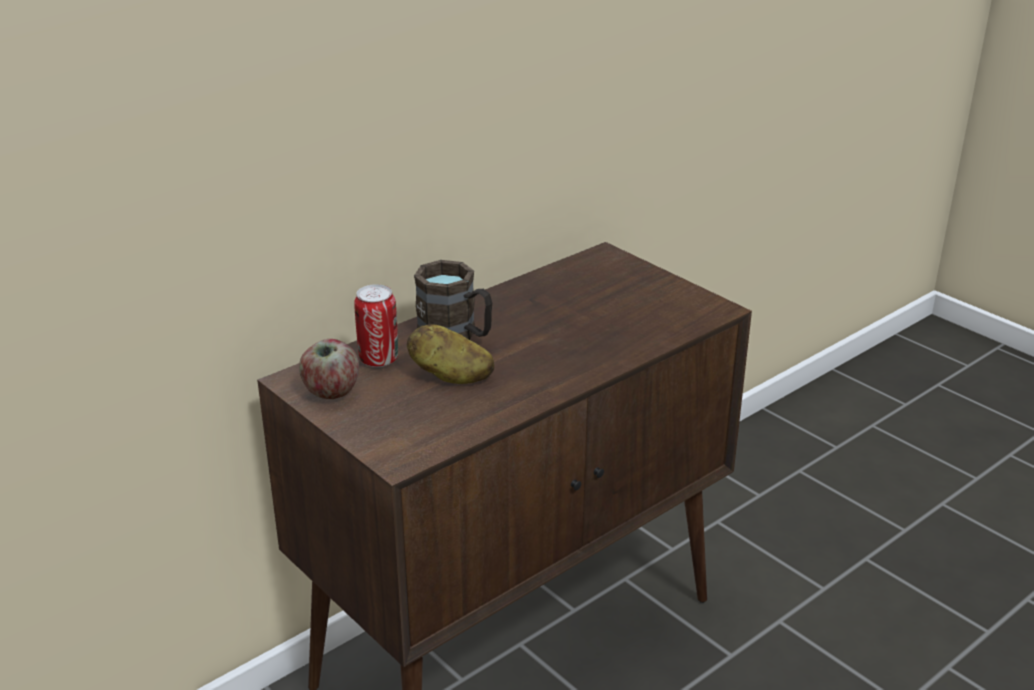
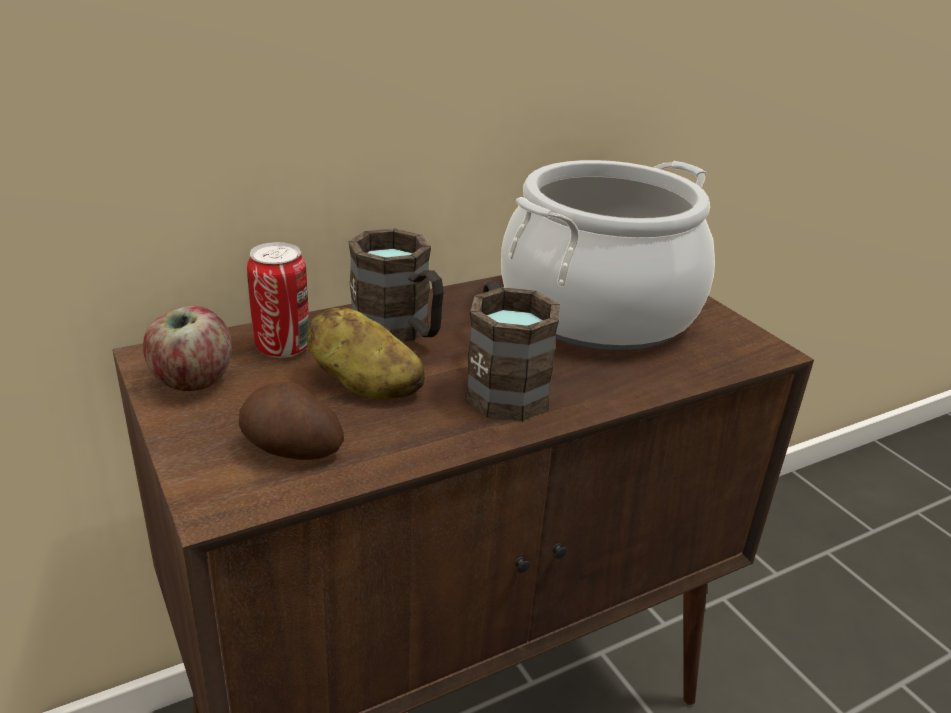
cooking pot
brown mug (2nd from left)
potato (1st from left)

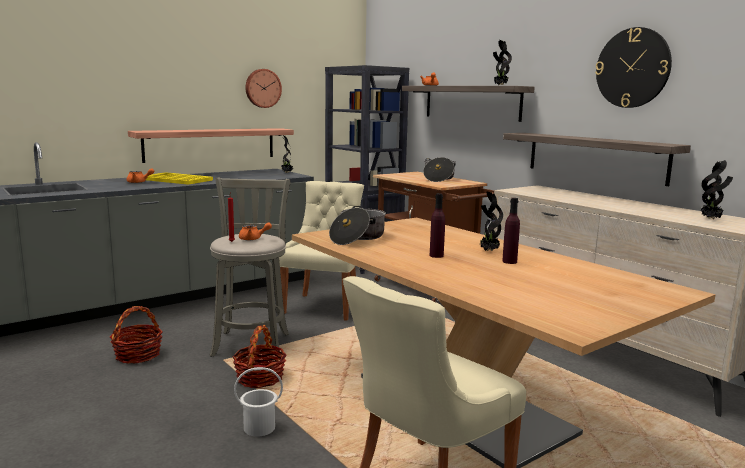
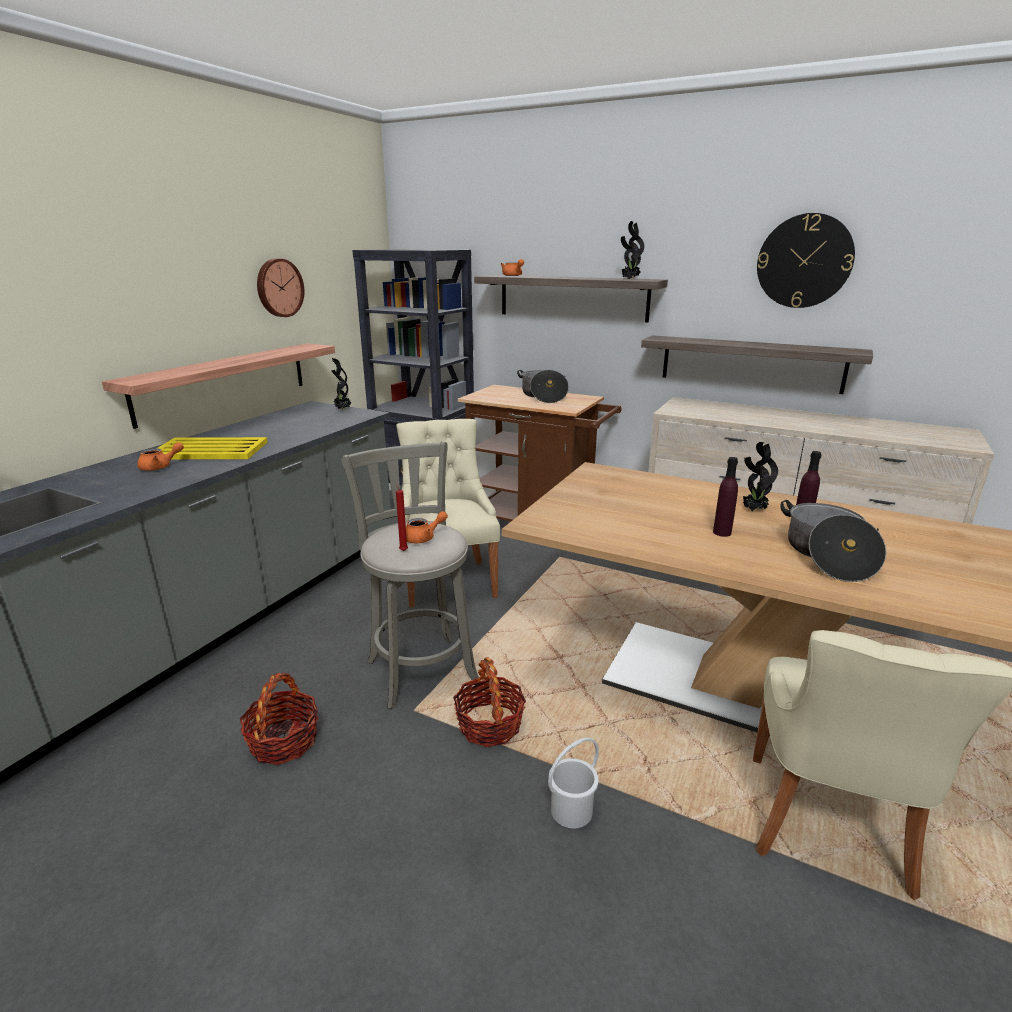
potted plant (4th from left in the first image)
cooking pot (2nd from left)

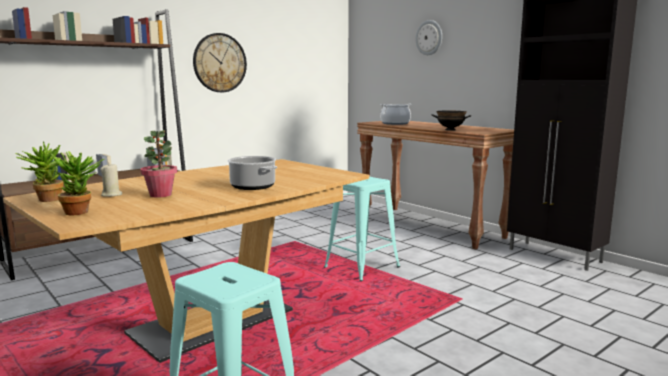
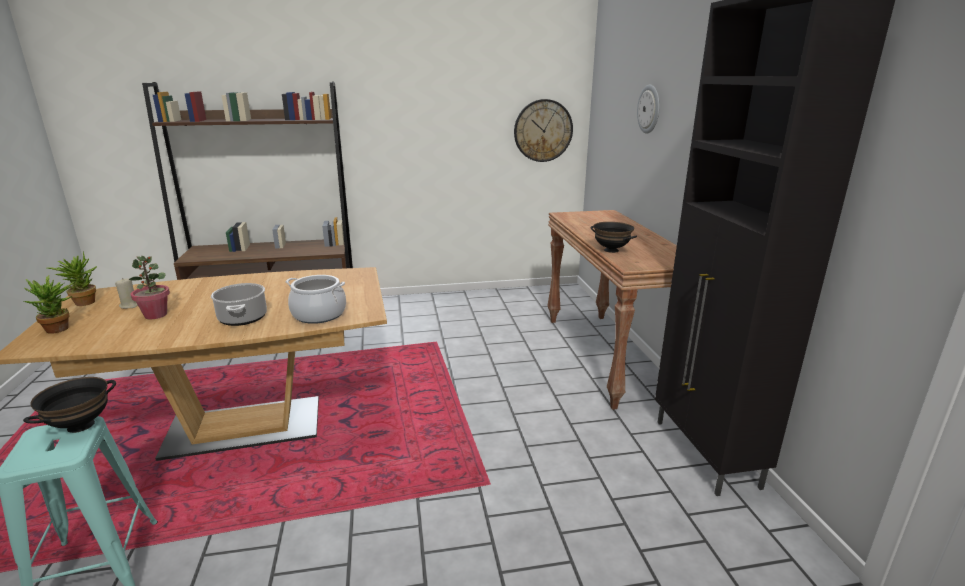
wall clock (1st from left)
cooking pot (2nd from left)
turquoise stool (2nd from left in the first image)
black bowl (1st from left)

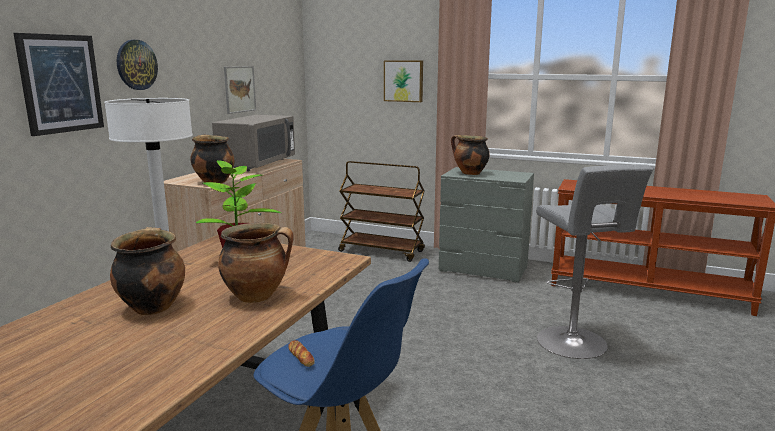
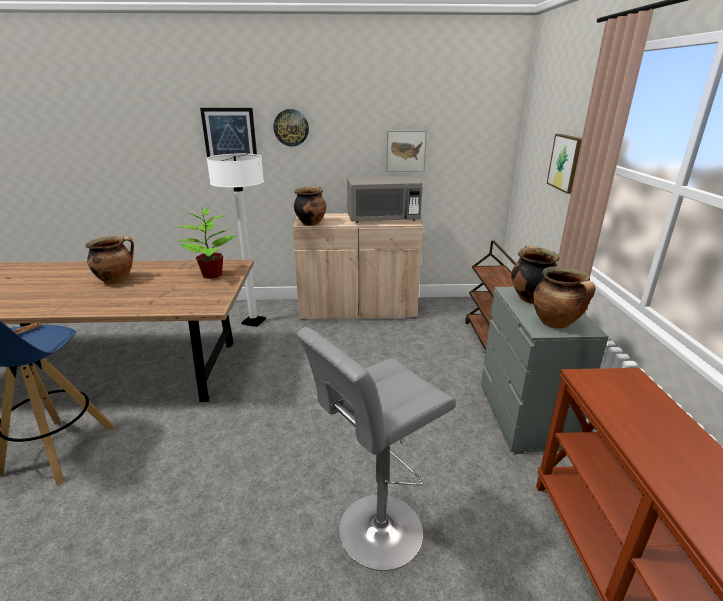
cooking pot (4th from left)

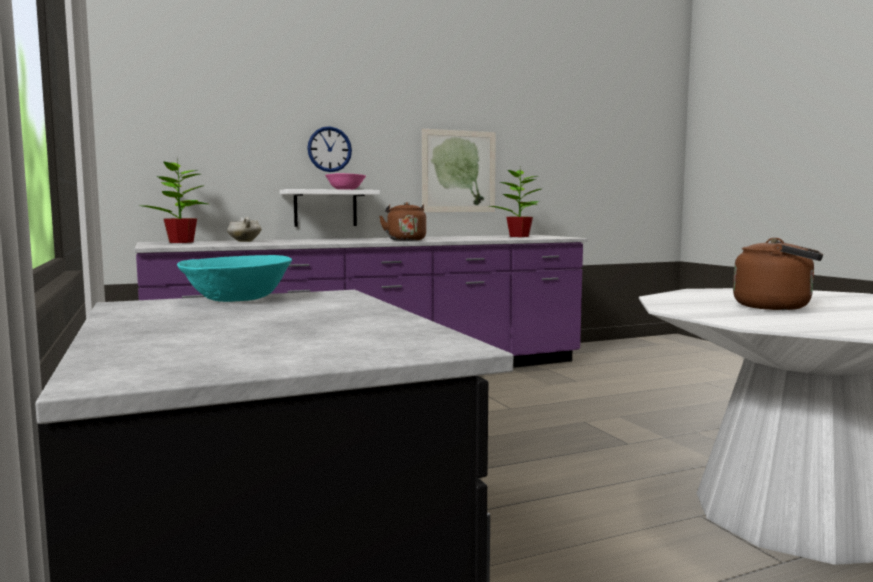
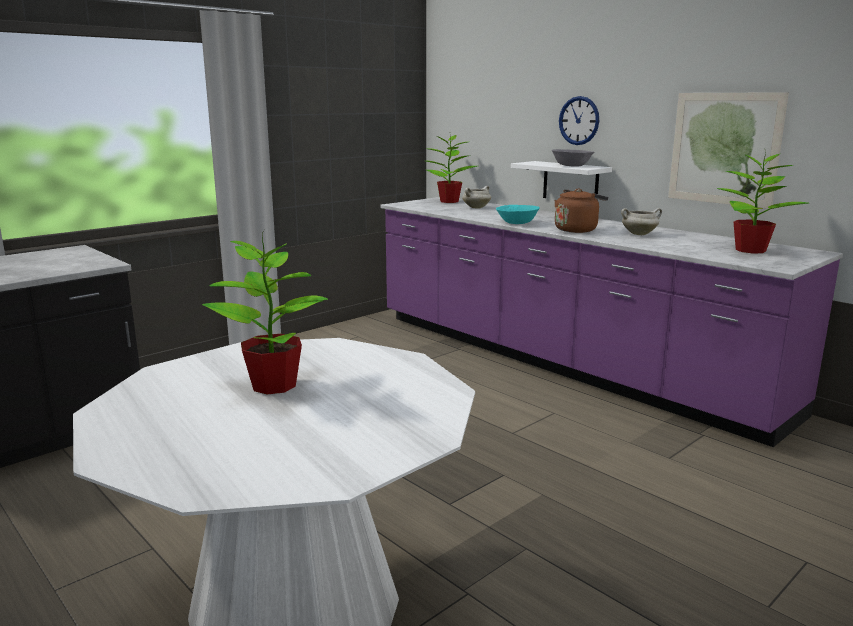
grey bowl
potted plant (1st from left)
turquoise bowl
white cooking pot (2nd from left)

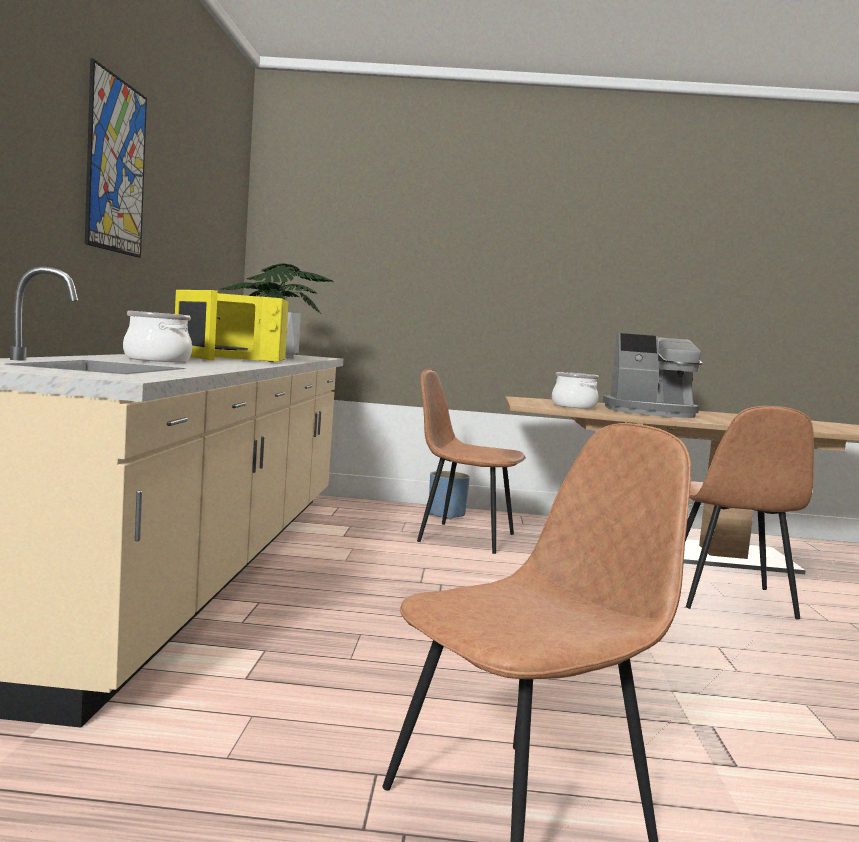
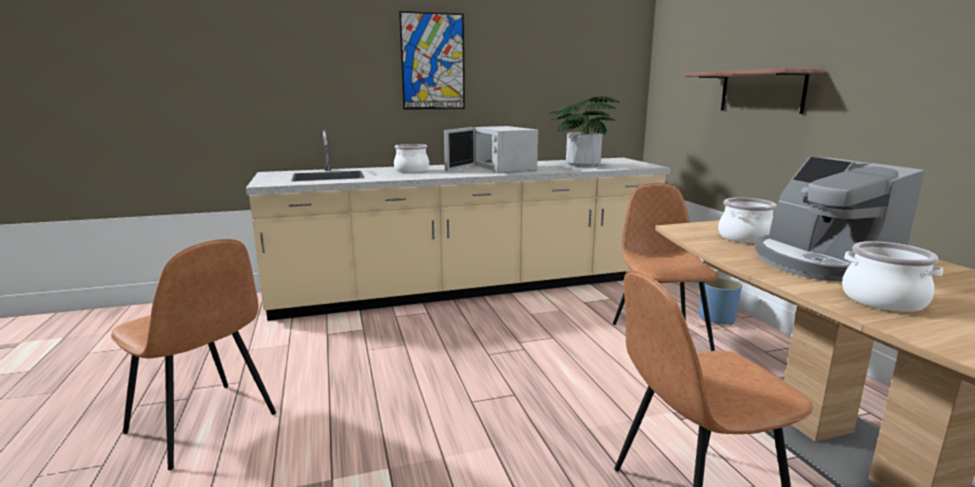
white microwave
shelf
cooking pot (3rd from left)

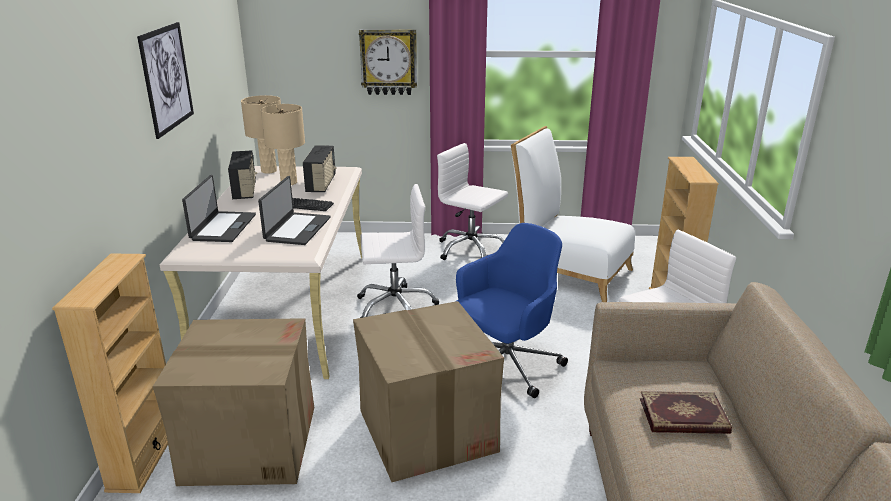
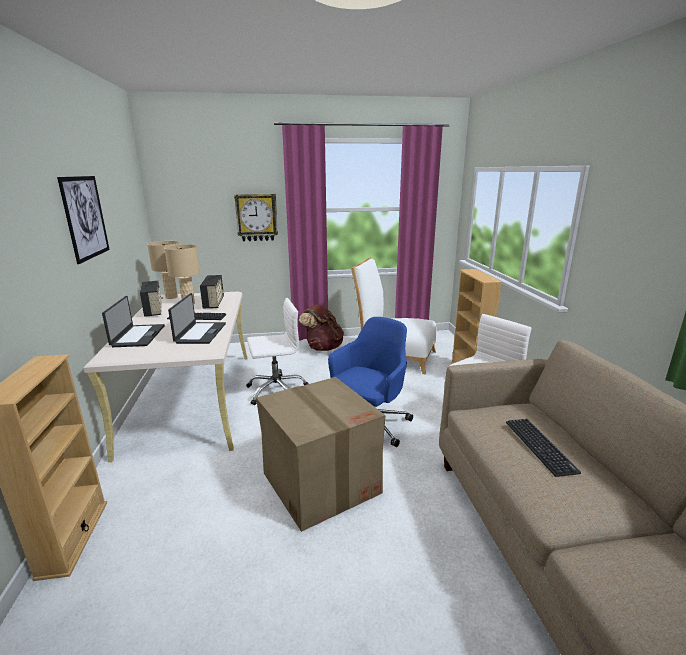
brown backpack
cardboard box (1st from left in the first image)
keyboard (2nd from left)

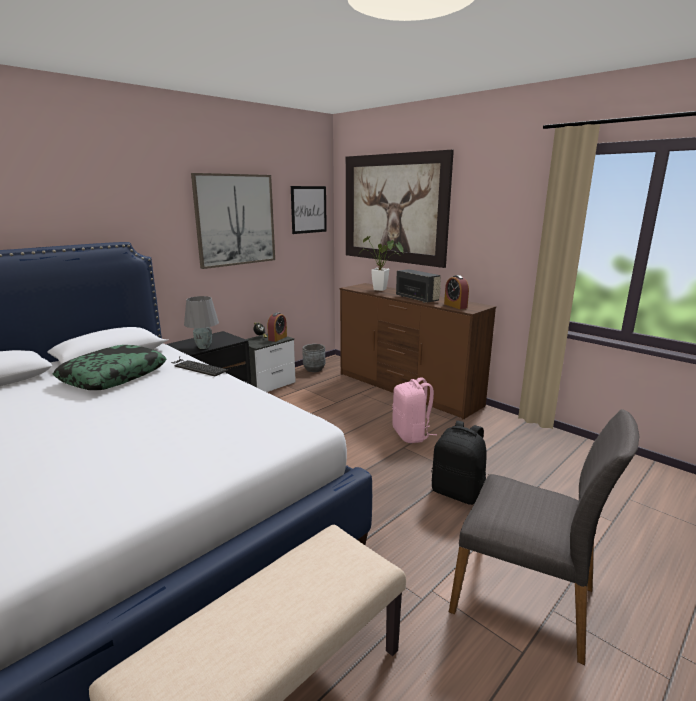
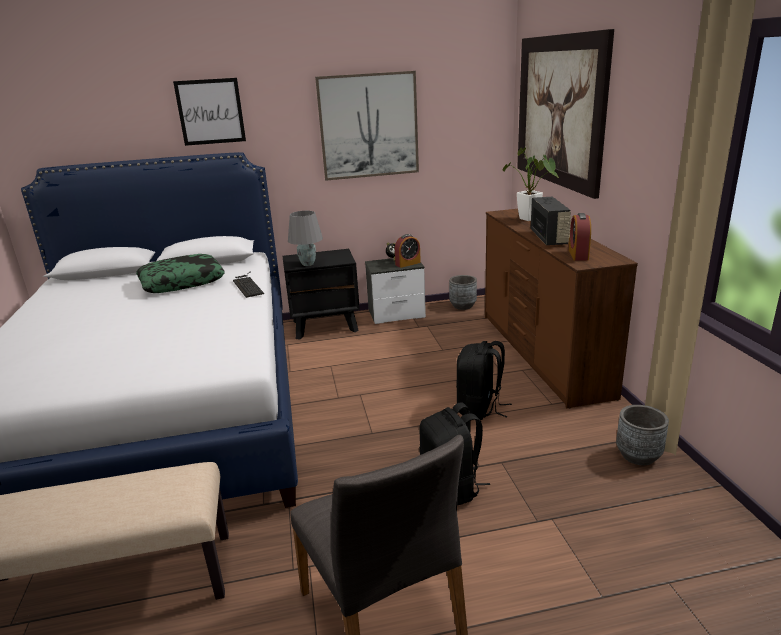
picture (1st from left)
black backpack (2nd from left)
grey planter (2nd from left)

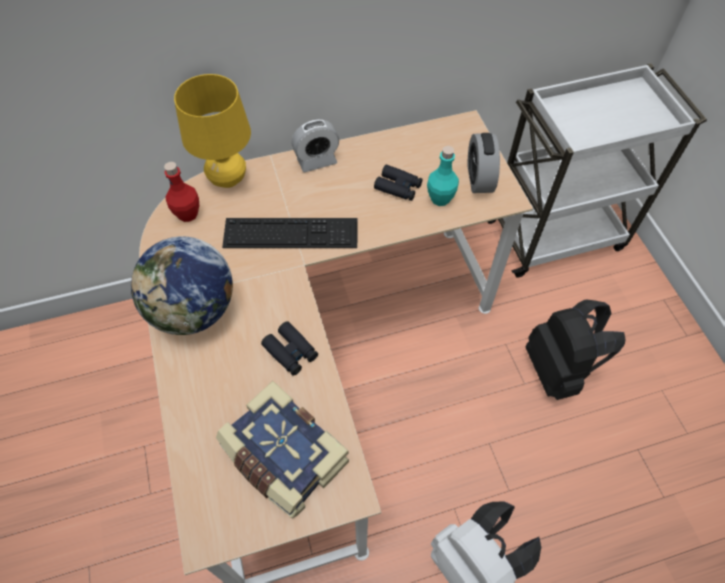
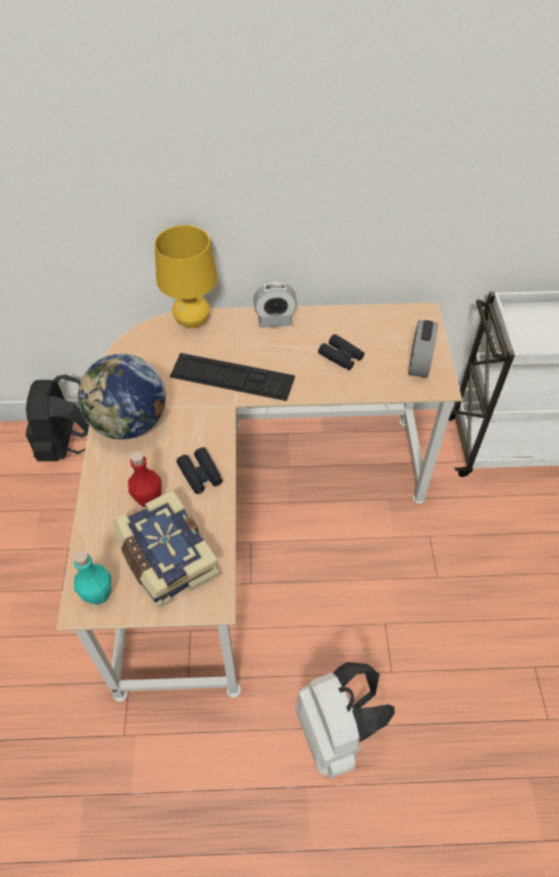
turquoise bottle
red bottle
black backpack

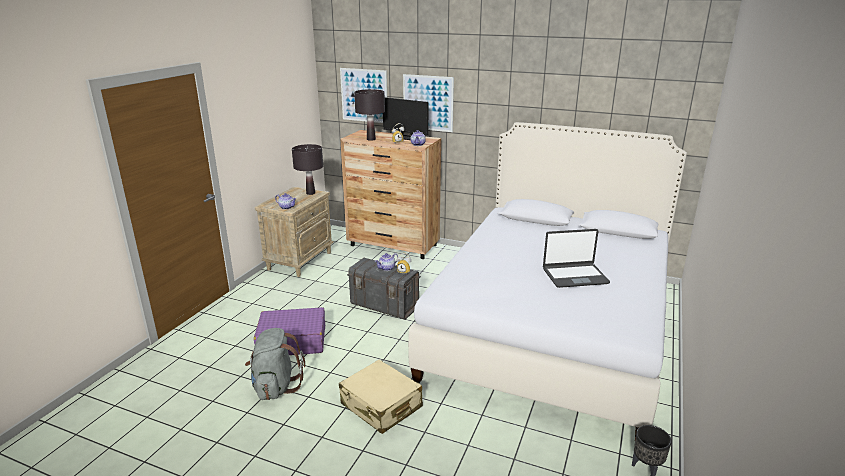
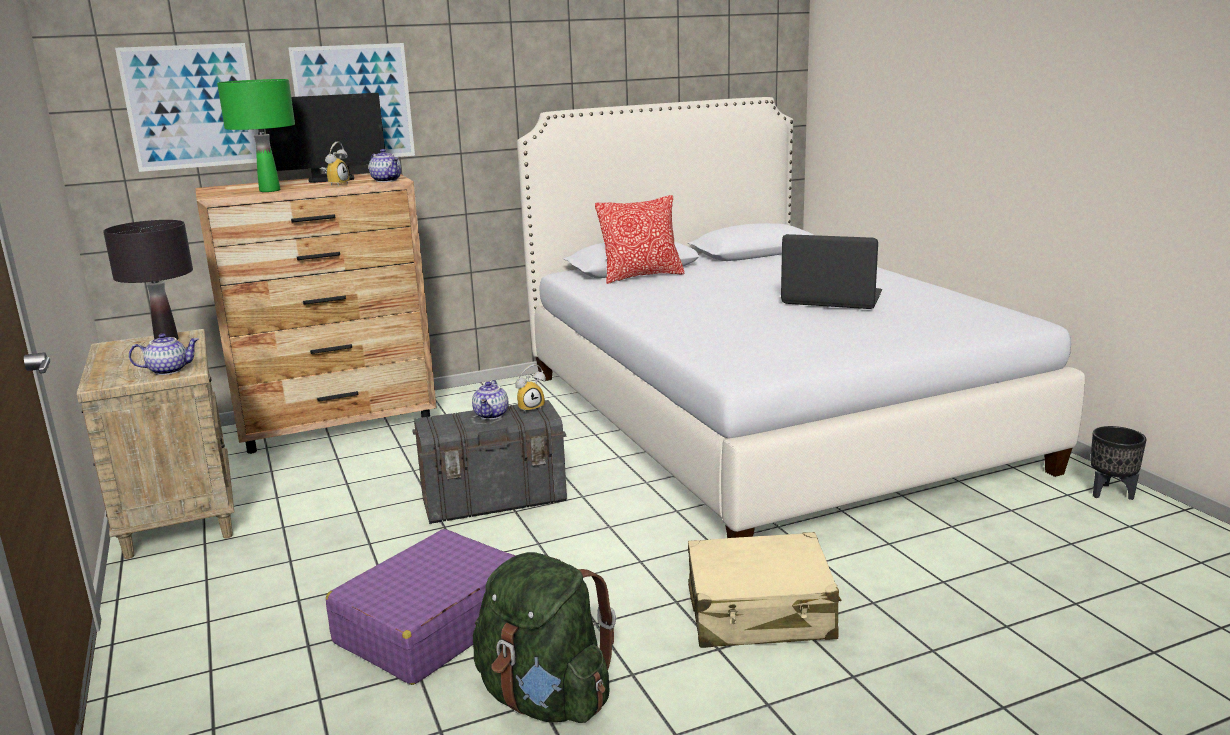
green table lamp
laptop
green backpack
pillow

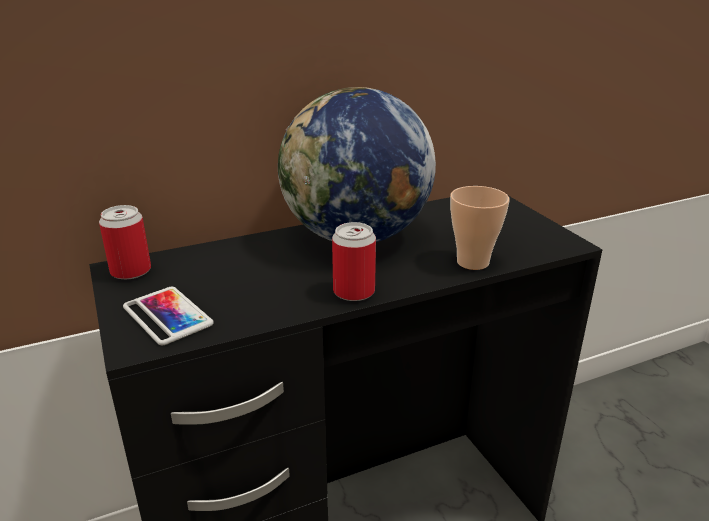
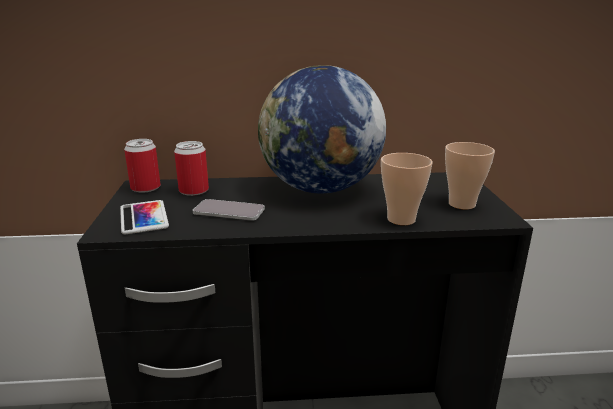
can (2nd from left)
cup (2nd from left)
phone (2nd from left)

